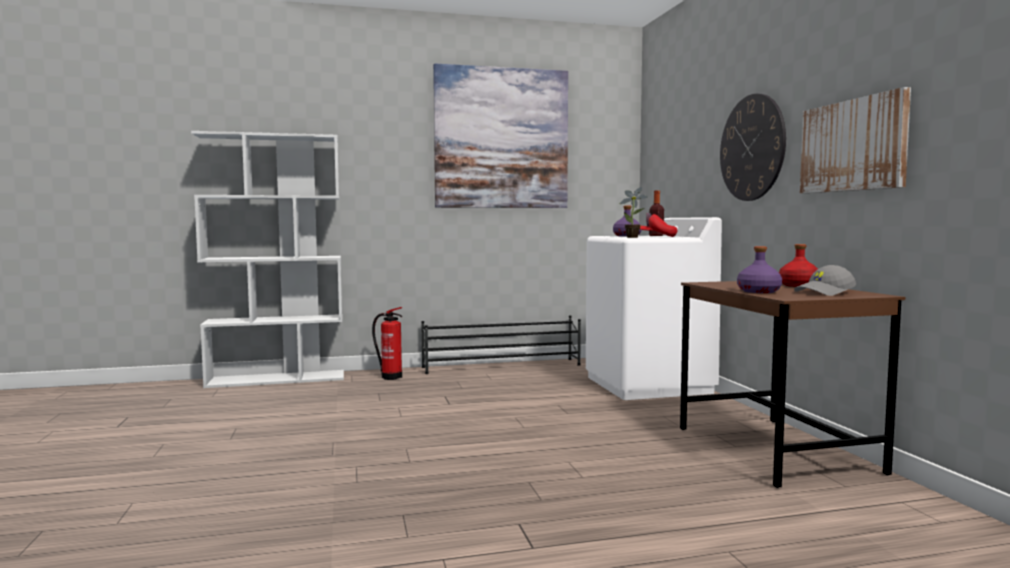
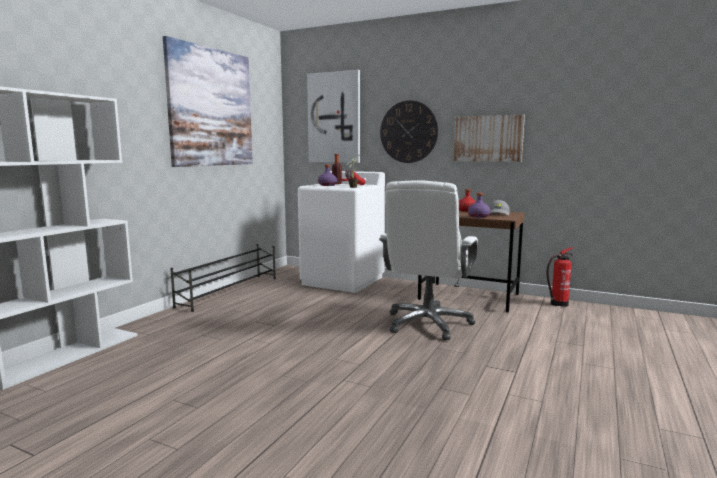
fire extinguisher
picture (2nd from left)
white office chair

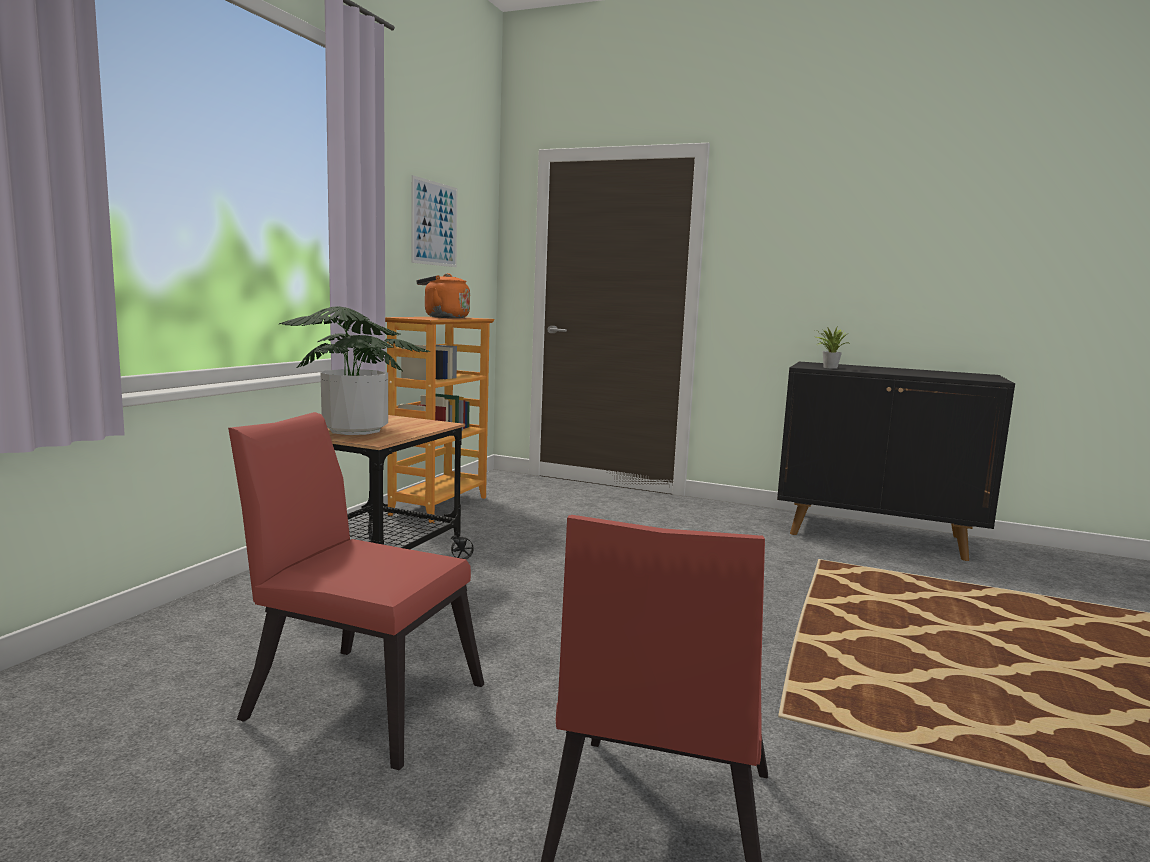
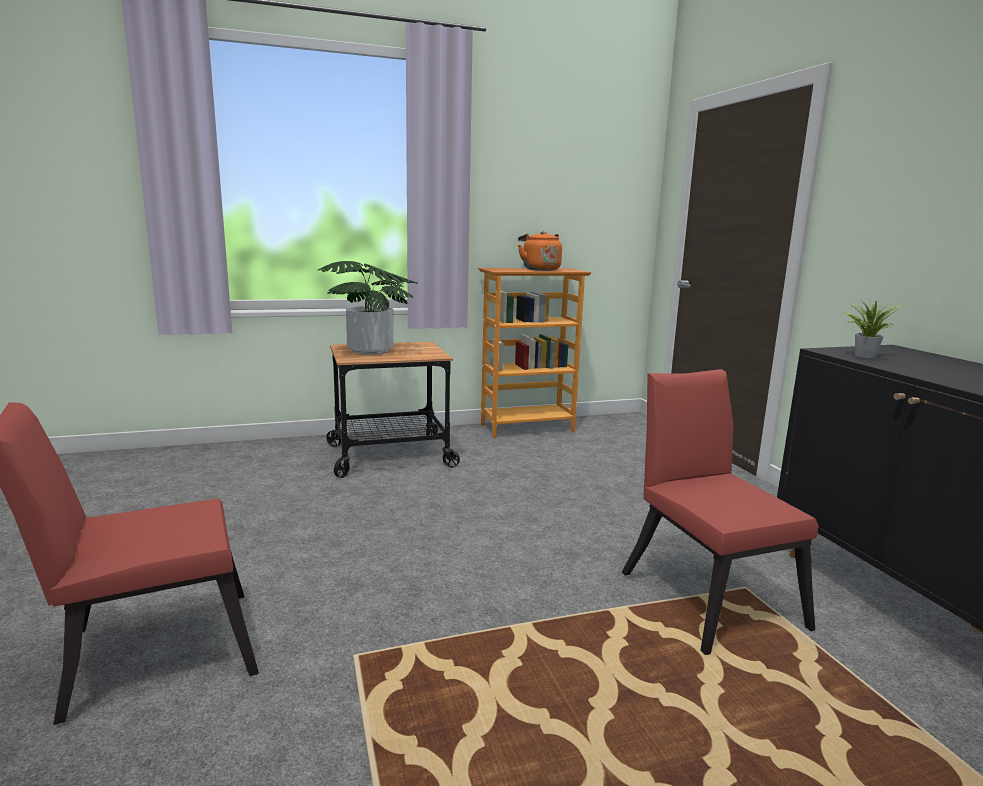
picture
red chair (2nd from left)

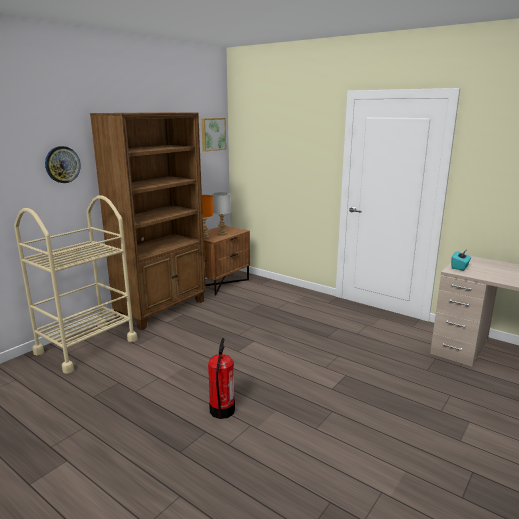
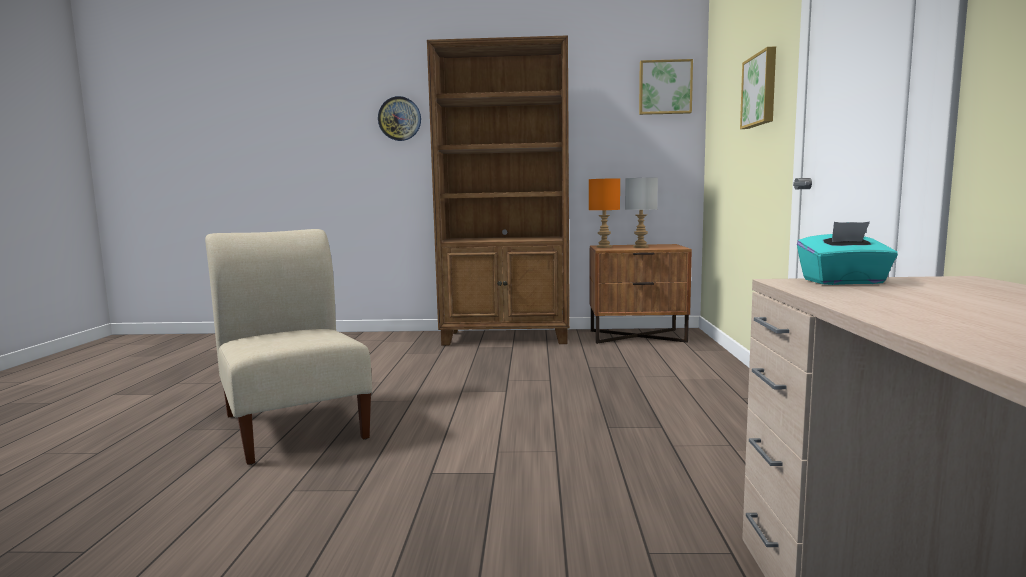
beige cart
beige chair
picture (2nd from left)

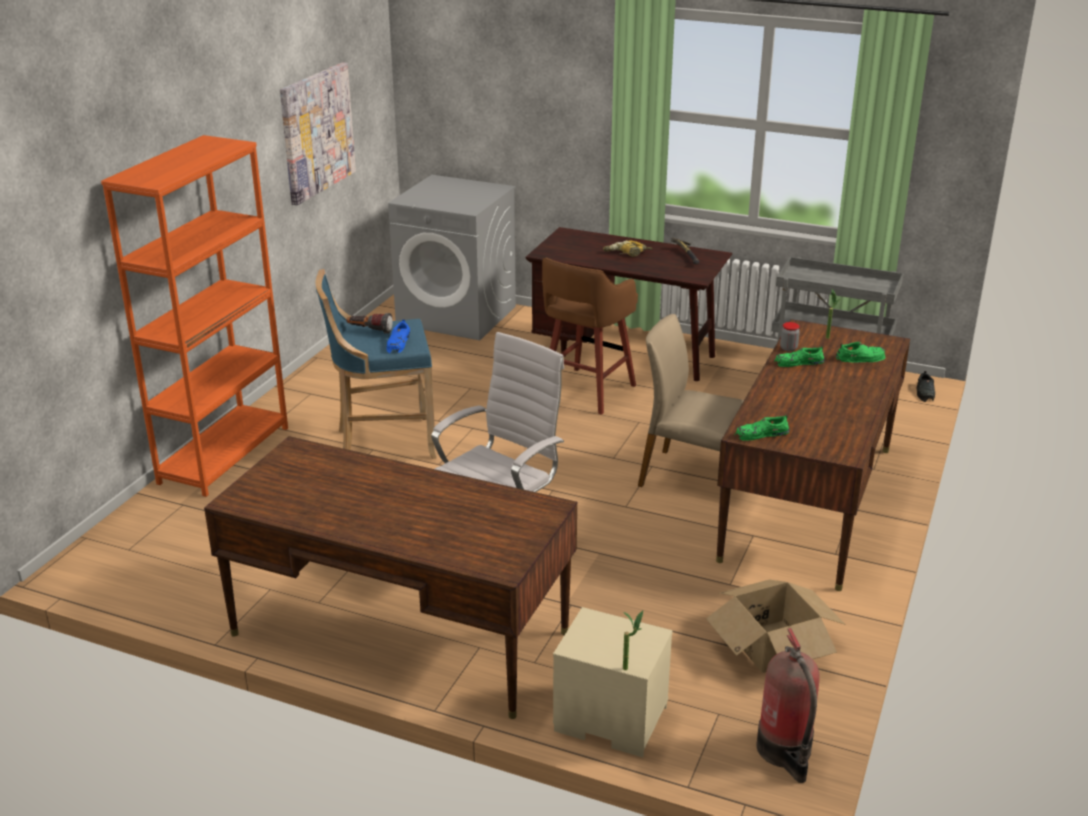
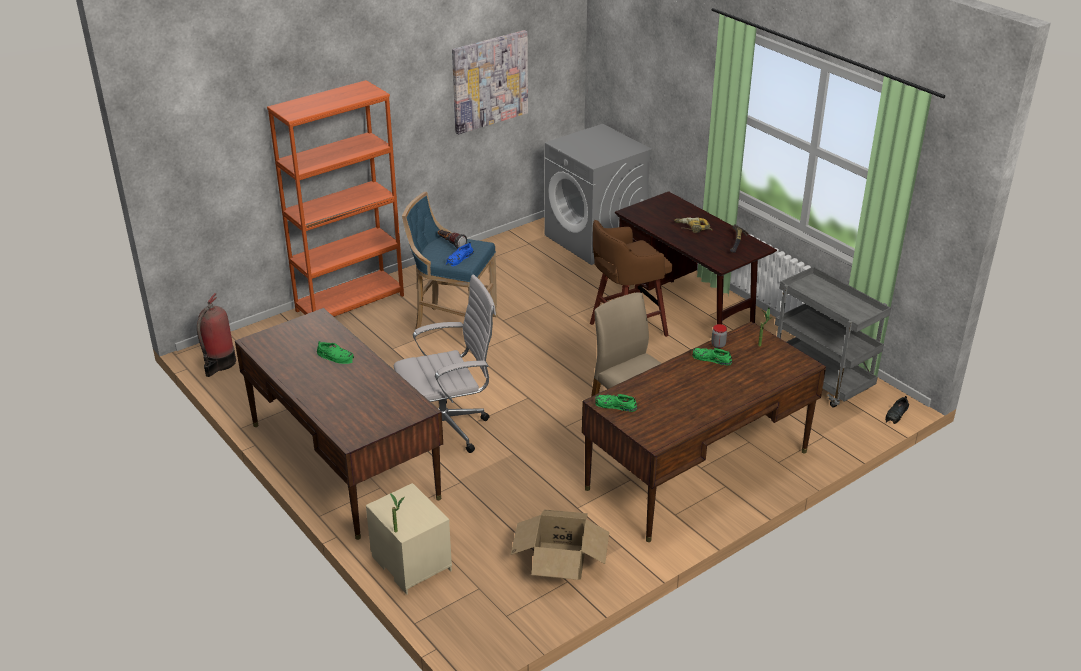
green shoe (1st from left)
fire extinguisher

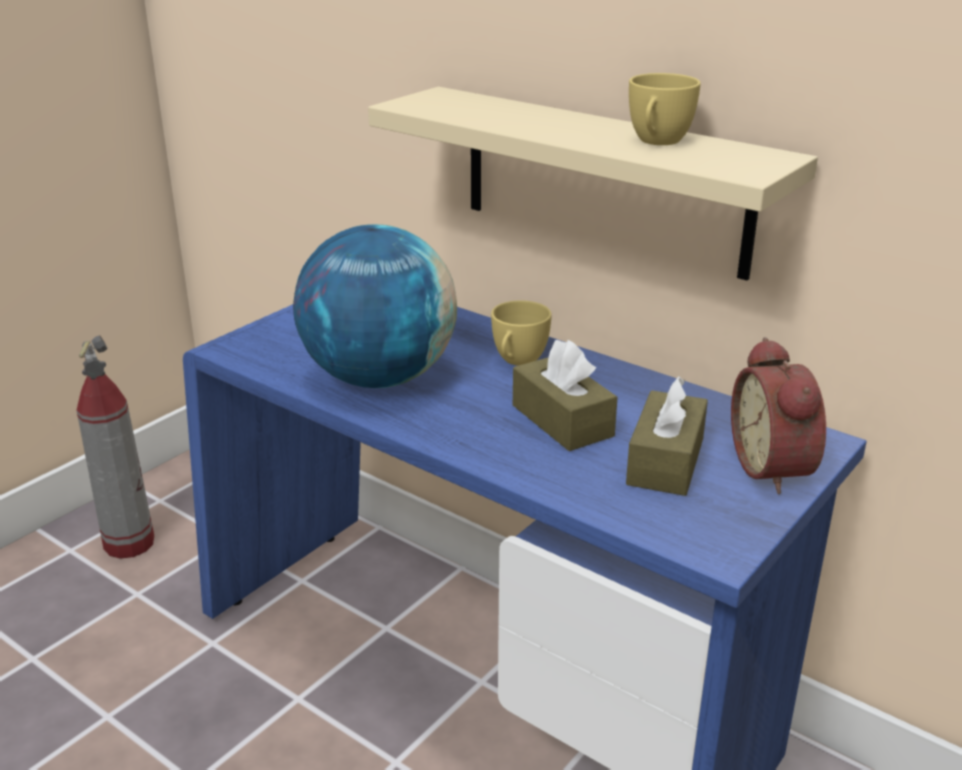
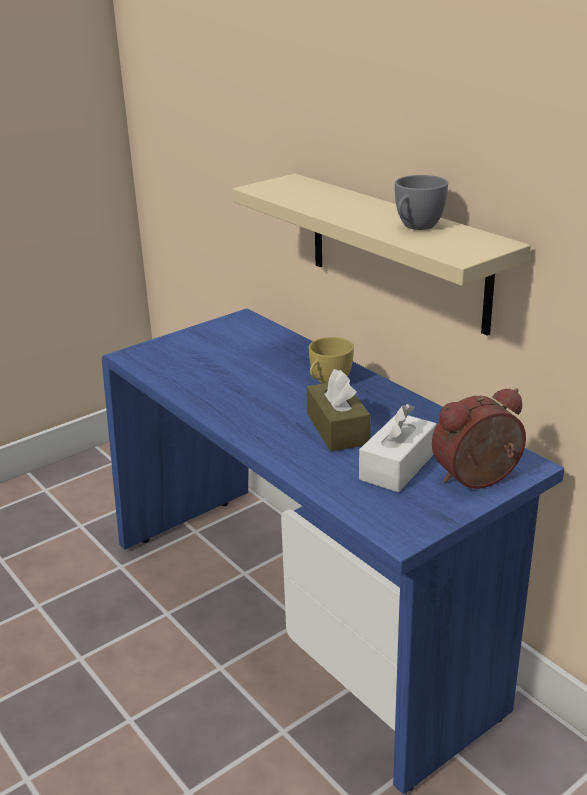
grey cup
globe
fire extinguisher
alarm clock
white tissue box

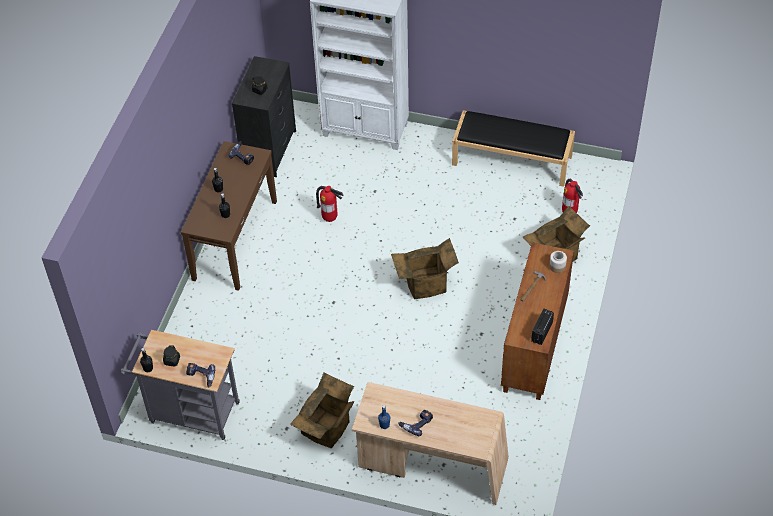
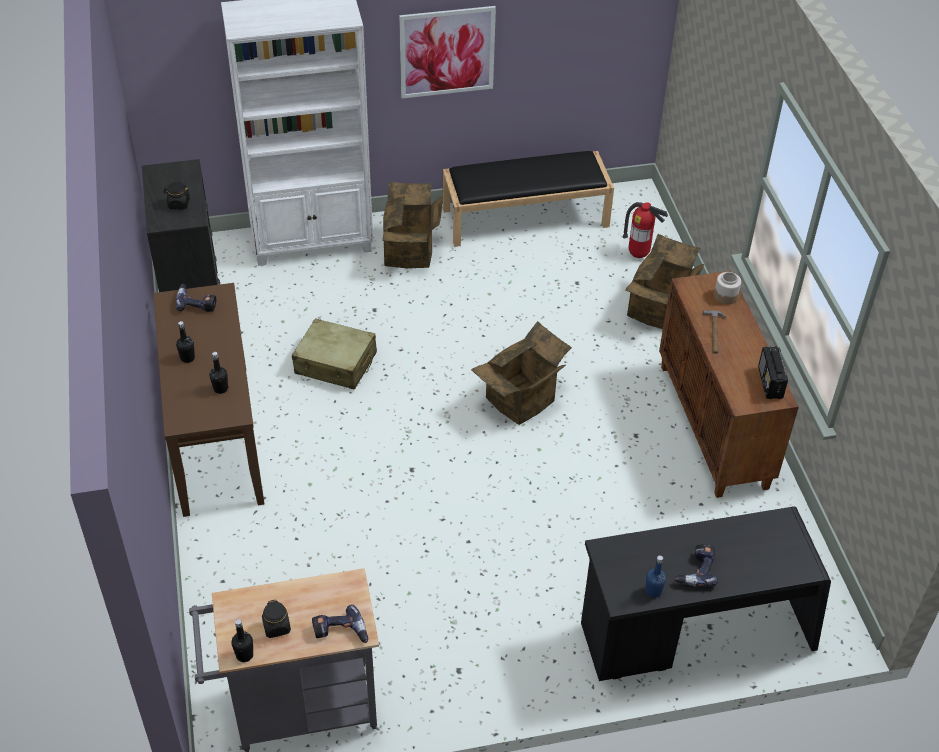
beige suitcase
cardboard box (1st from left)
black desk
picture

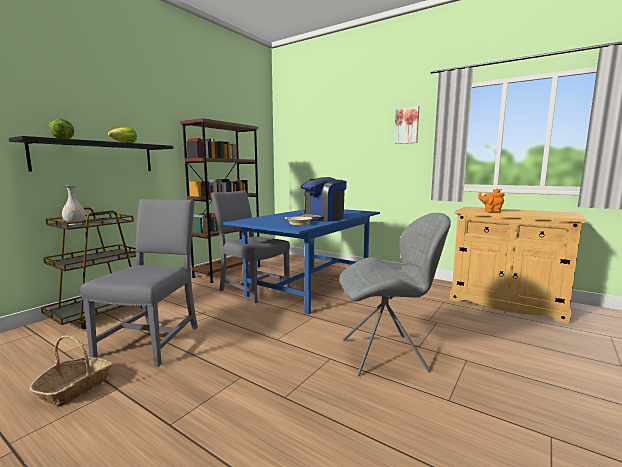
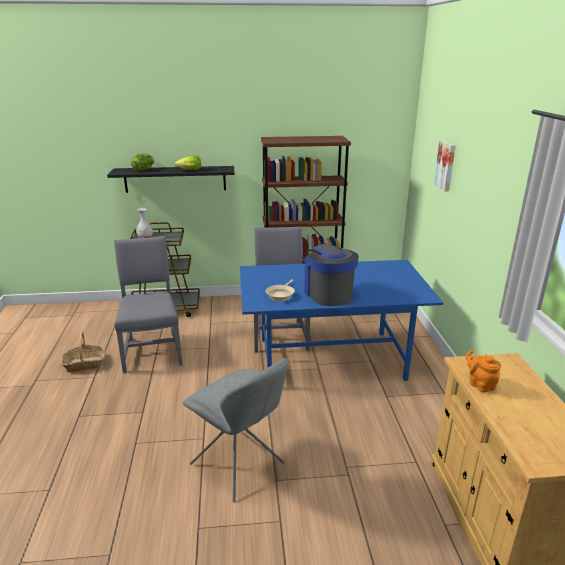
picture
coffee machine
grey chair (1st from left)

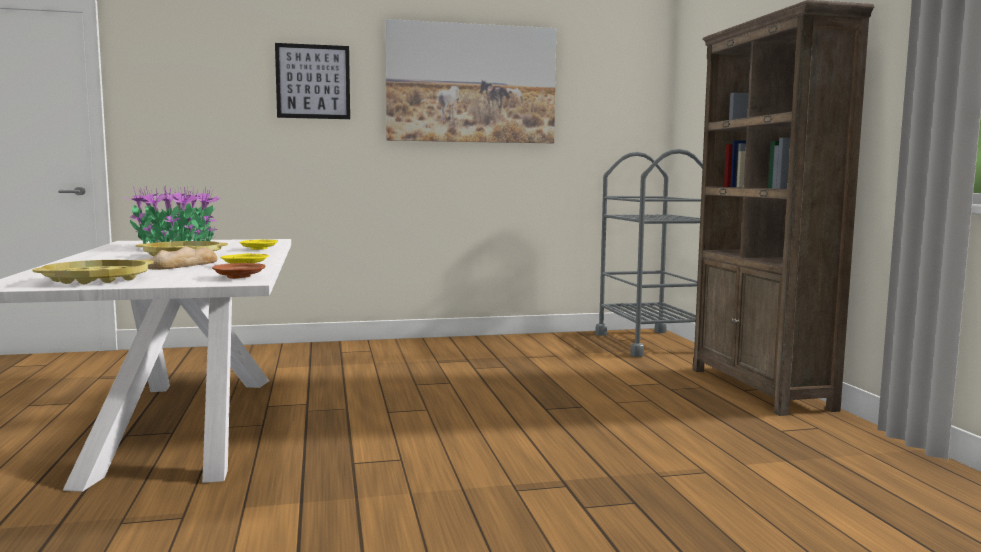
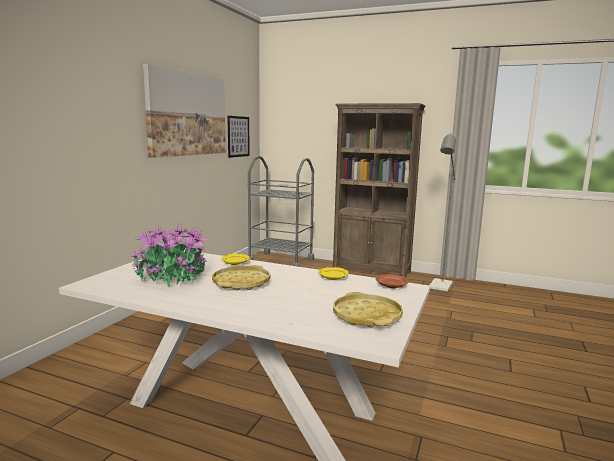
picture (2nd from left)
bread
grey floor lamp

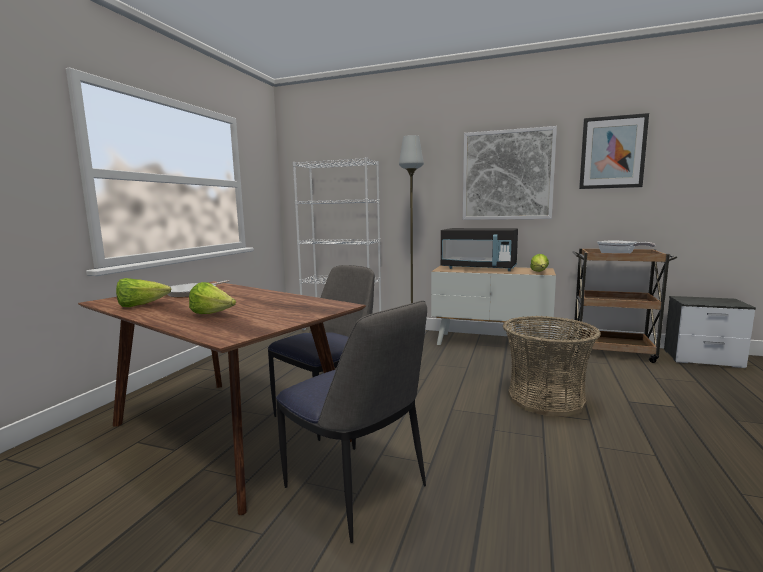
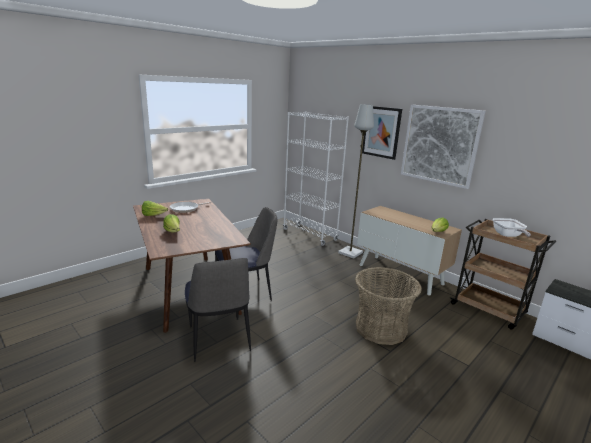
picture (1st from left)
black microwave

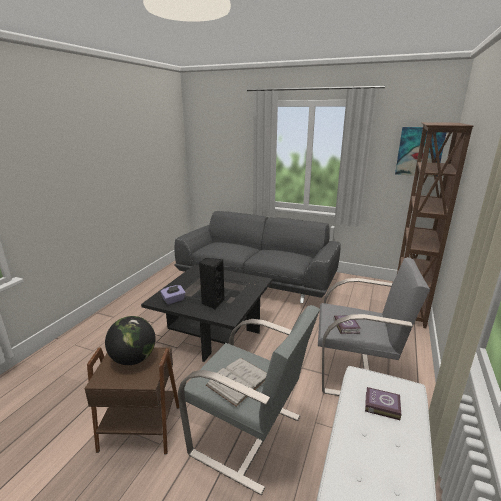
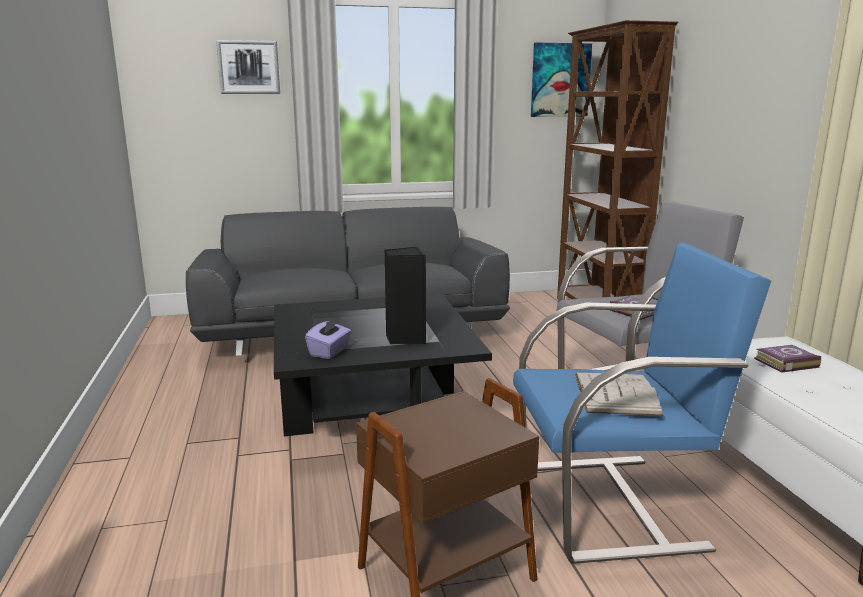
blue armchair
globe
picture (1st from left)

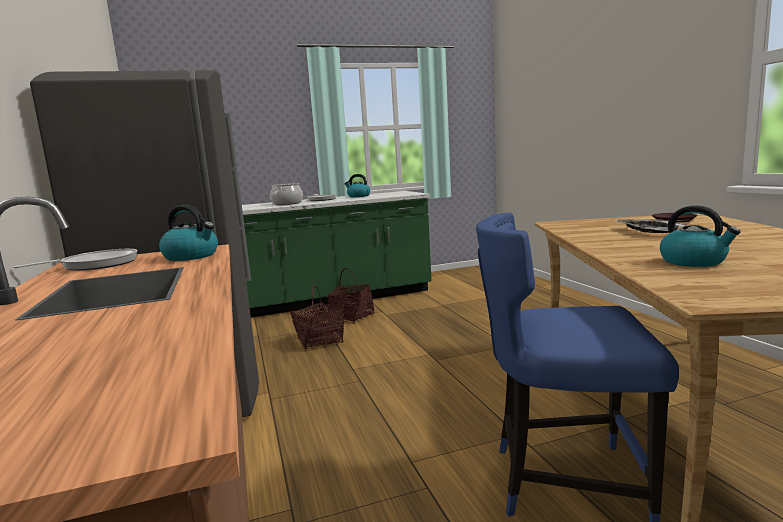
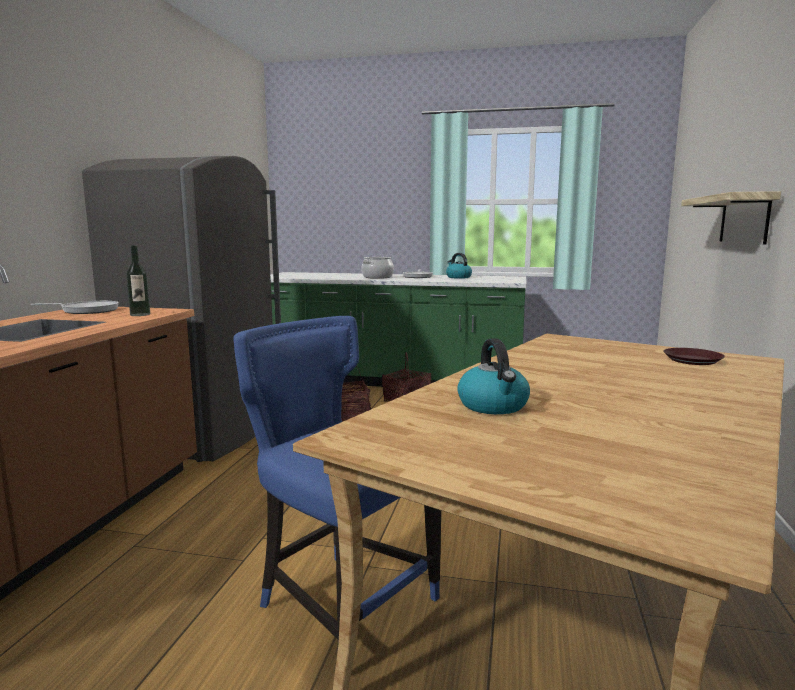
bottle
tray
shelf

